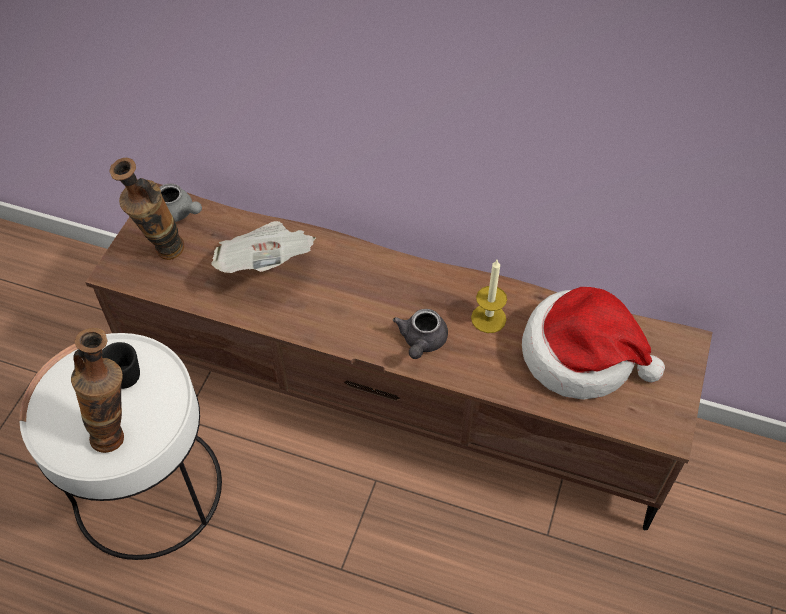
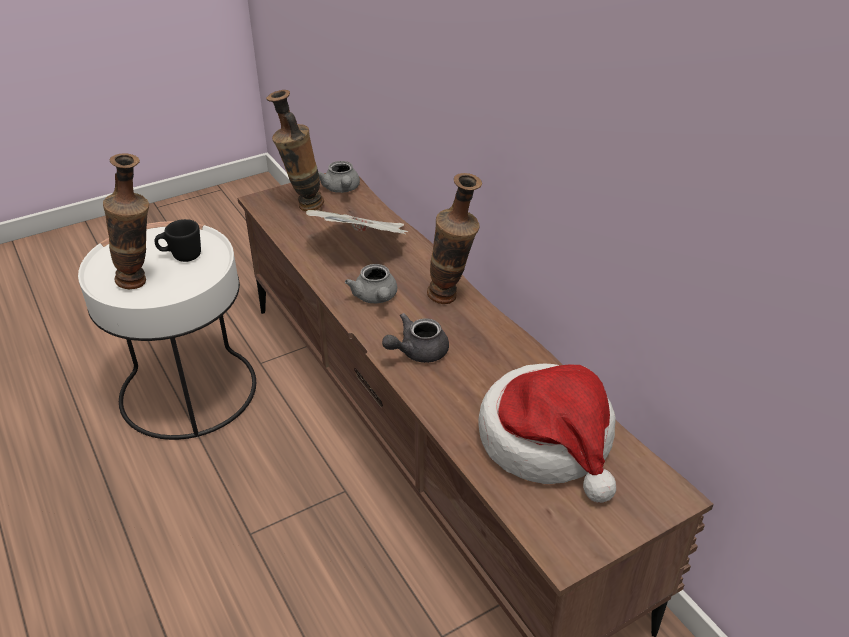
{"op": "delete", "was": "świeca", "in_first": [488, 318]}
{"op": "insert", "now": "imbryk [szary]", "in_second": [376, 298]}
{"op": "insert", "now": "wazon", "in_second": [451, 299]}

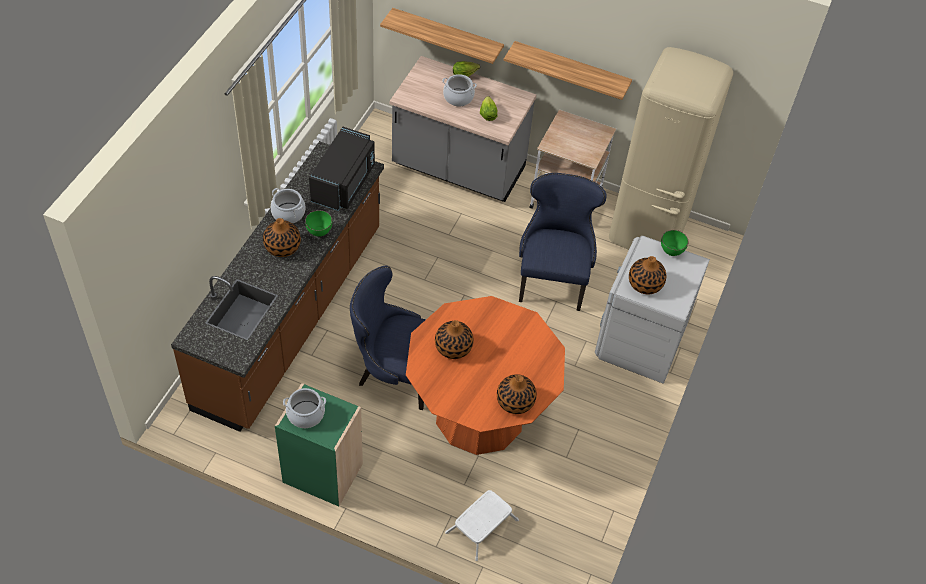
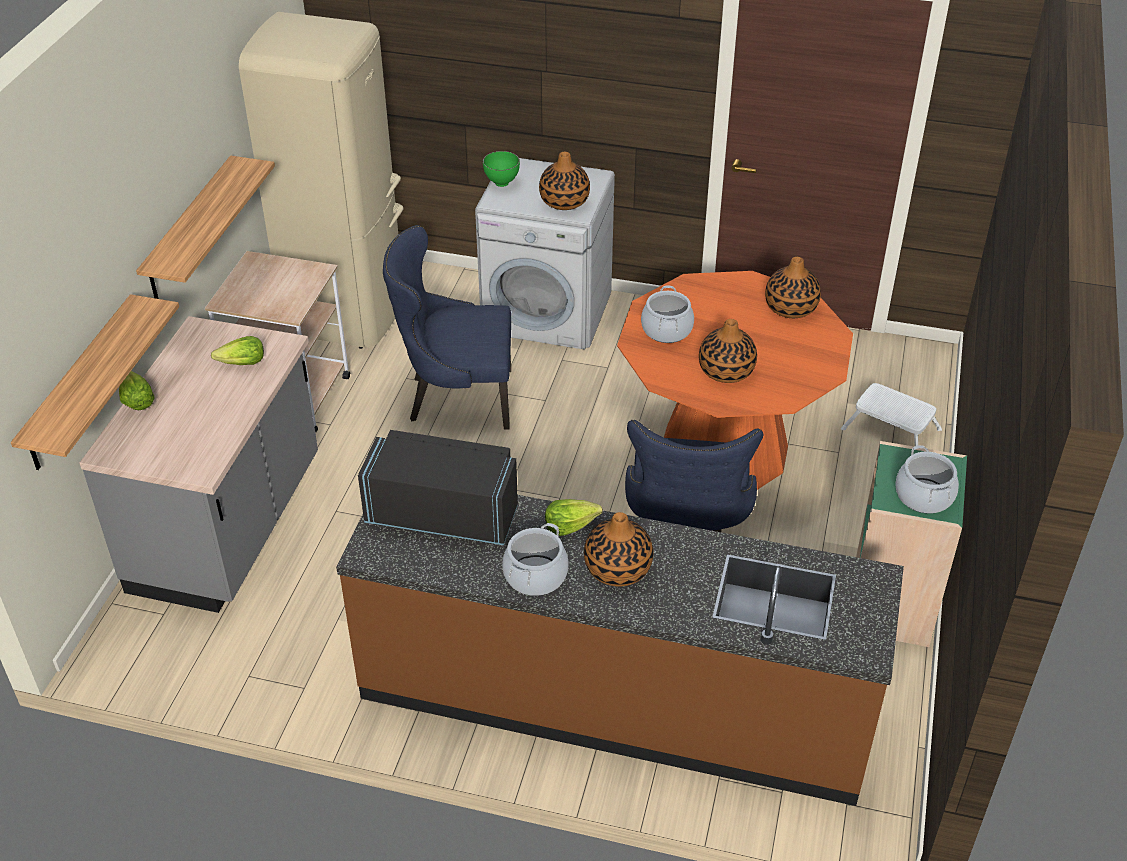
{"op": "move", "was": "garnek", "in_first": [458, 98], "in_second": [667, 330]}
{"op": "replace", "was": "miska [zielony]", "now": "sałata", "in_first": [320, 232], "in_second": [570, 525]}

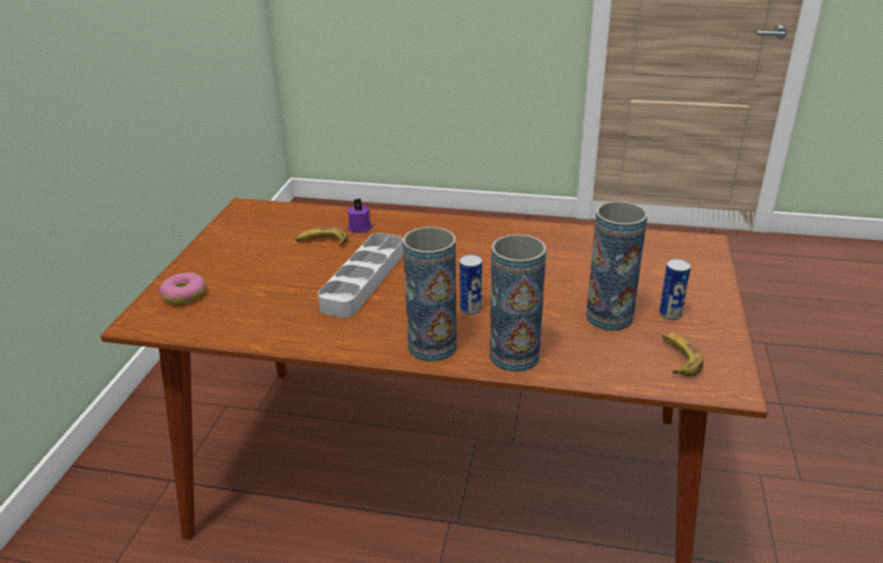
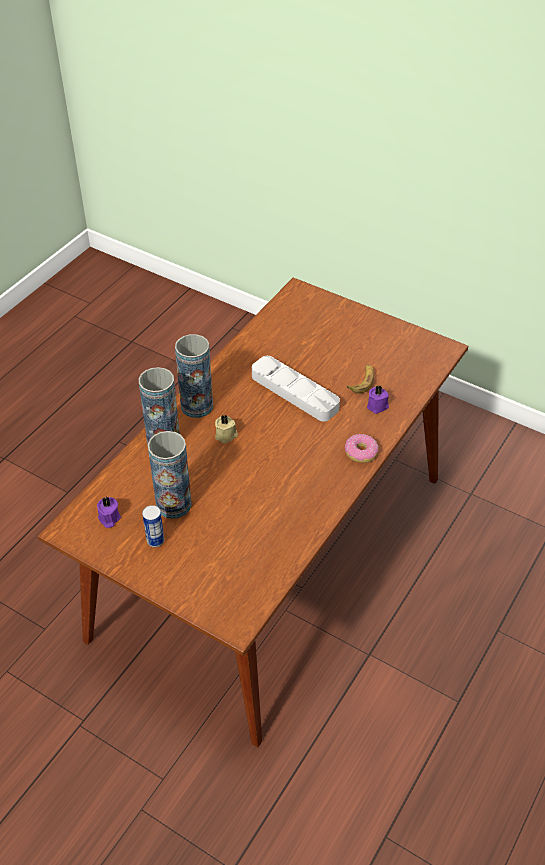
{"op": "move", "was": "donut", "in_first": [184, 295], "in_second": [361, 452]}
{"op": "replace", "was": "puszka", "now": "świeca [beżowy]", "in_first": [470, 309], "in_second": [226, 435]}
{"op": "replace", "was": "banan", "now": "świeca [fioletowy]", "in_first": [678, 358], "in_second": [109, 518]}

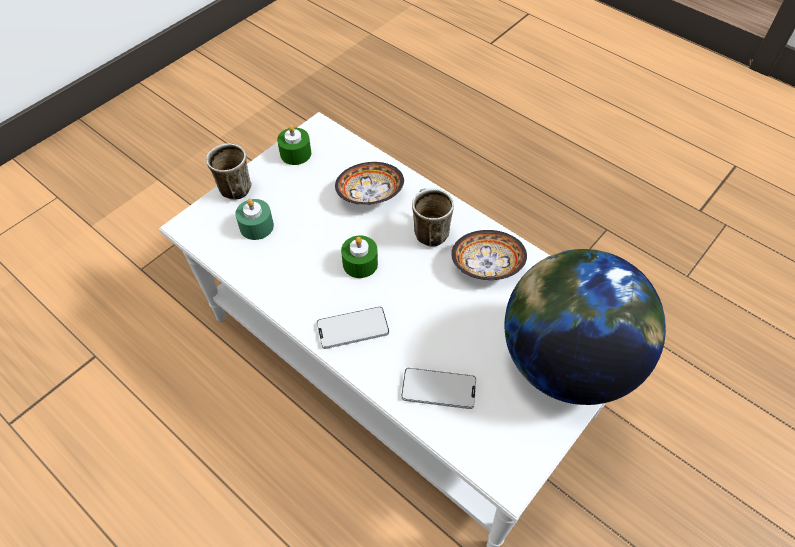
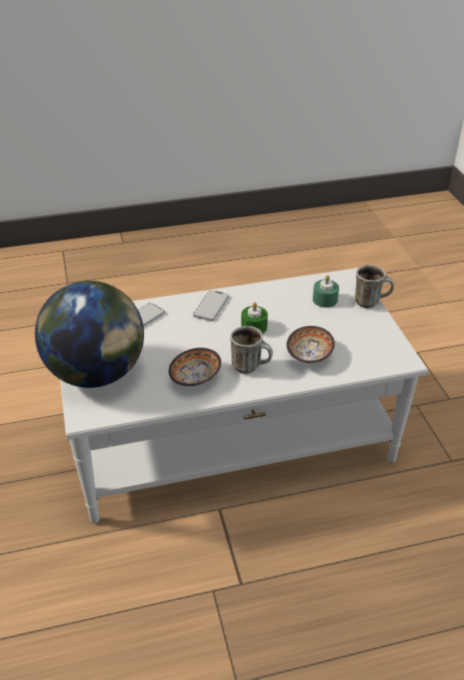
{"op": "delete", "was": "świeca [zielony]", "in_first": [295, 153]}

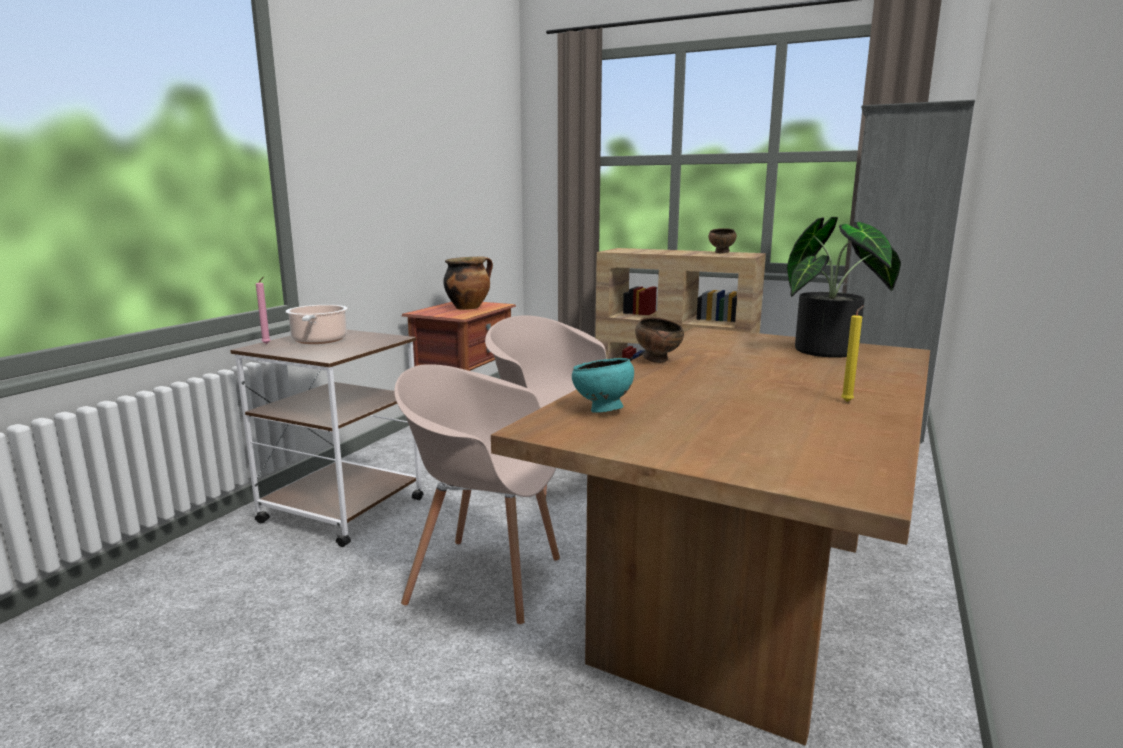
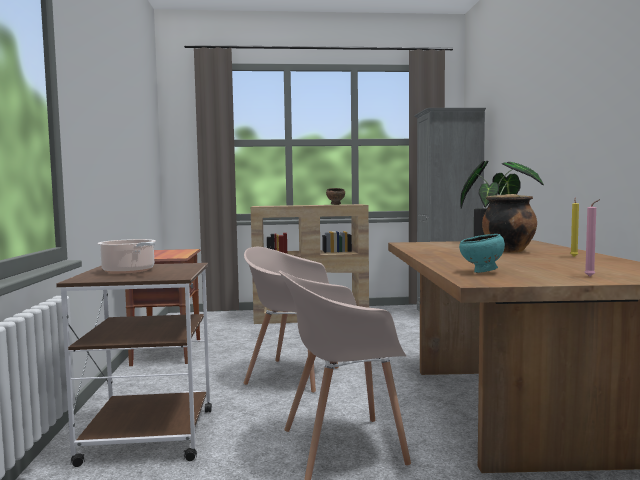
{"op": "delete", "was": "miska [brązowy]", "in_first": [658, 361]}
{"op": "move", "was": "świeca [różowy]", "in_first": [267, 344], "in_second": [591, 276]}
{"op": "move", "was": "garnek", "in_first": [468, 307], "in_second": [508, 251]}

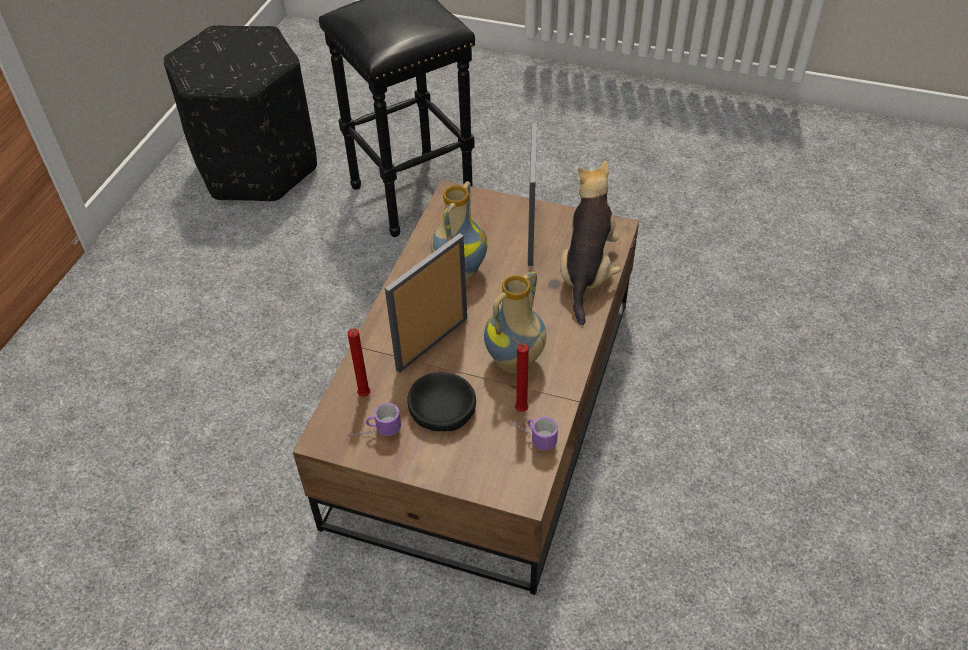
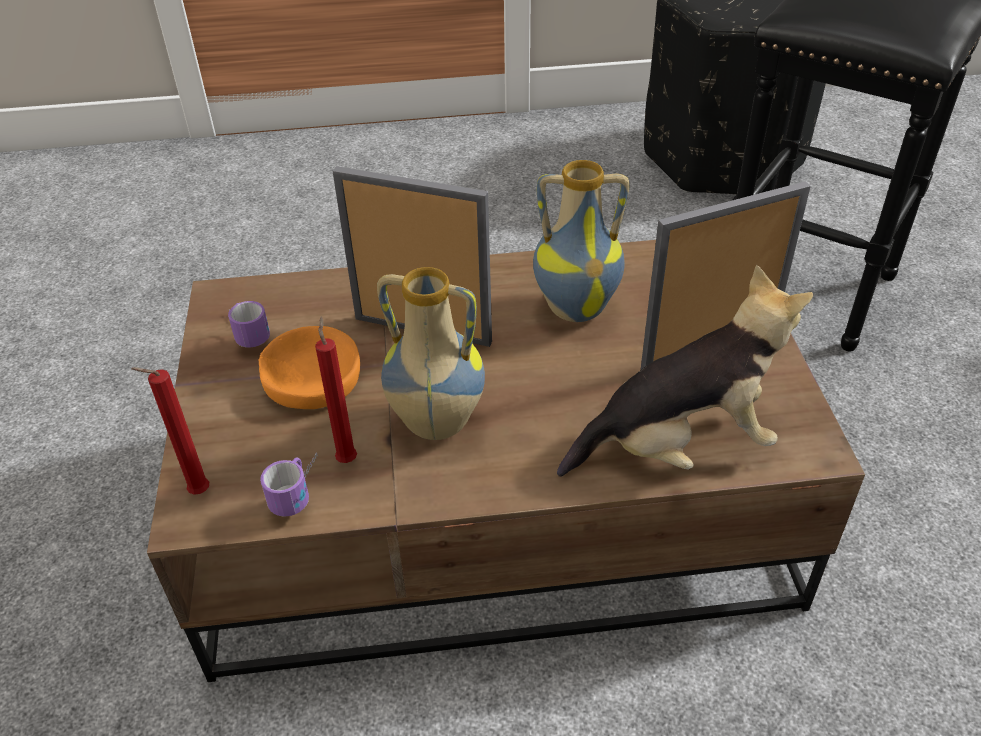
{"op": "move", "was": "świeca [czerwony]", "in_first": [364, 396], "in_second": [196, 493]}
{"op": "recolor", "was": "miska [czarny]", "now": "miska [pomarańczowy]", "in_first": [442, 408], "in_second": [312, 379]}

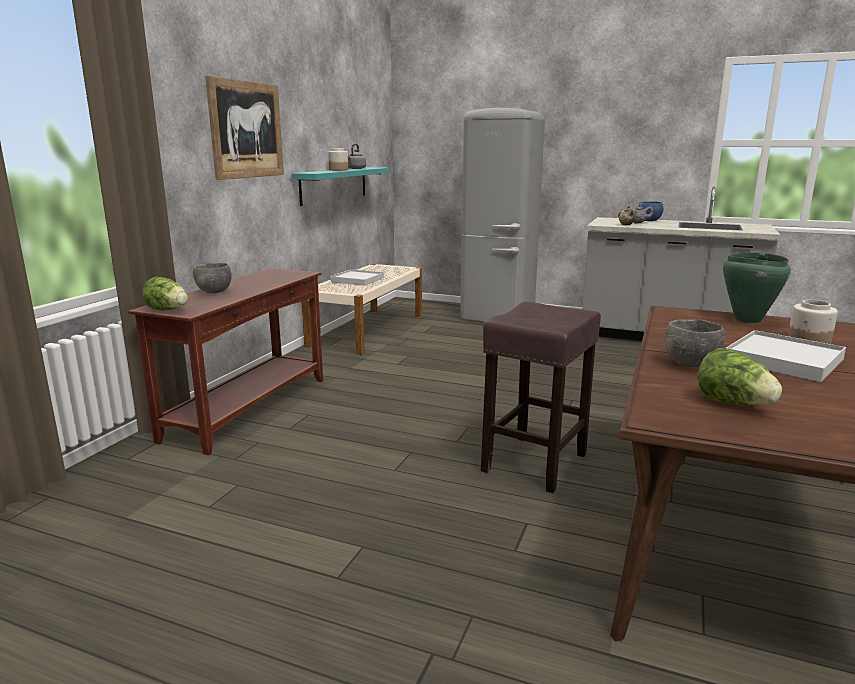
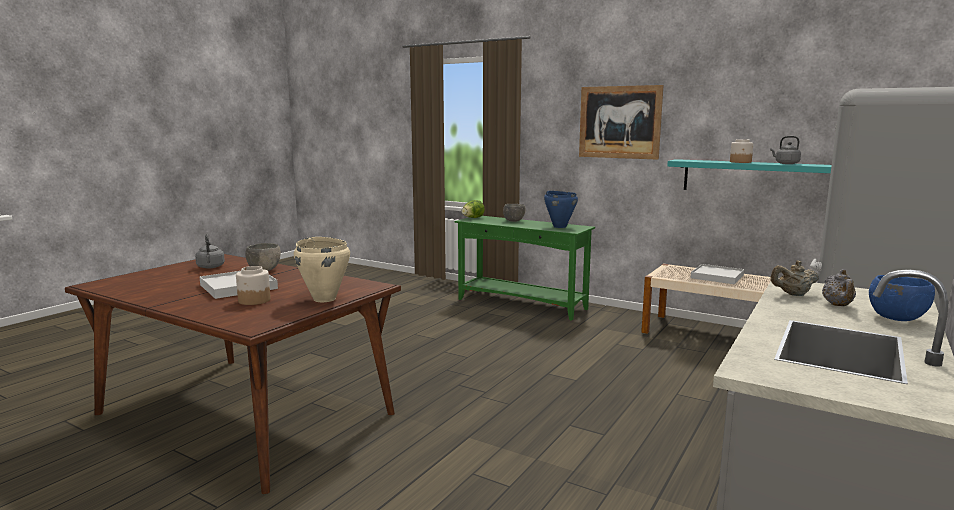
{"op": "delete", "was": "stołek [brązowy]", "in_first": [535, 462]}
{"op": "insert", "now": "garnek [niebieski]", "in_second": [559, 226]}
{"op": "replace", "was": "sałata", "now": "czajnik [szary]", "in_first": [733, 404], "in_second": [210, 267]}
{"op": "recolor", "was": "stolik konsolowy [brązowy]", "now": "stolik konsolowy [zielony]", "in_first": [248, 408], "in_second": [522, 304]}
{"op": "recolor", "was": "garnek [zielony]", "now": "garnek [beżowy]", "in_first": [747, 320], "in_second": [324, 299]}

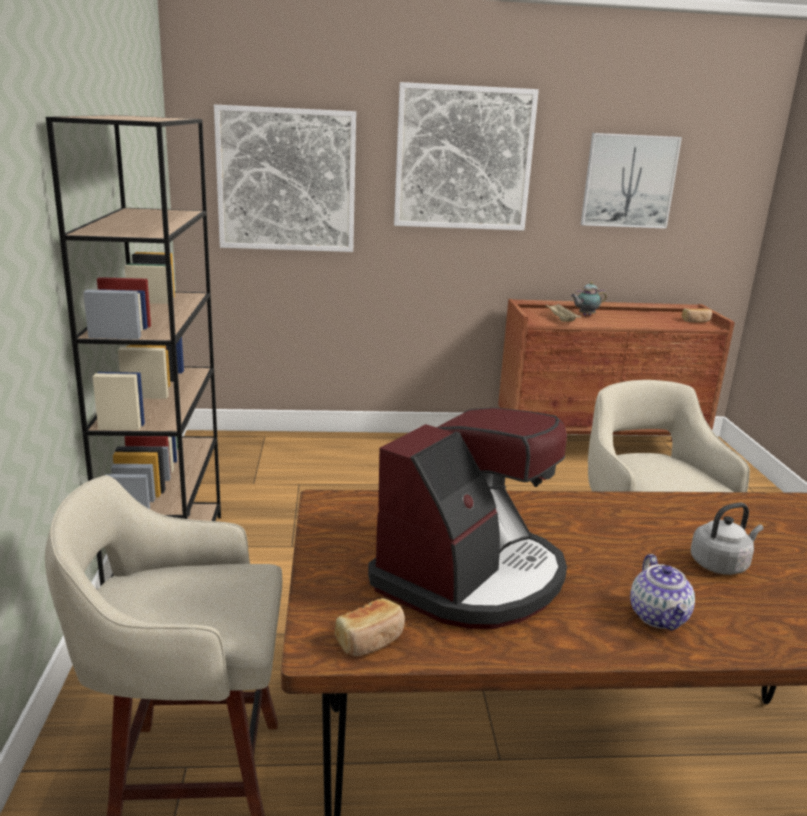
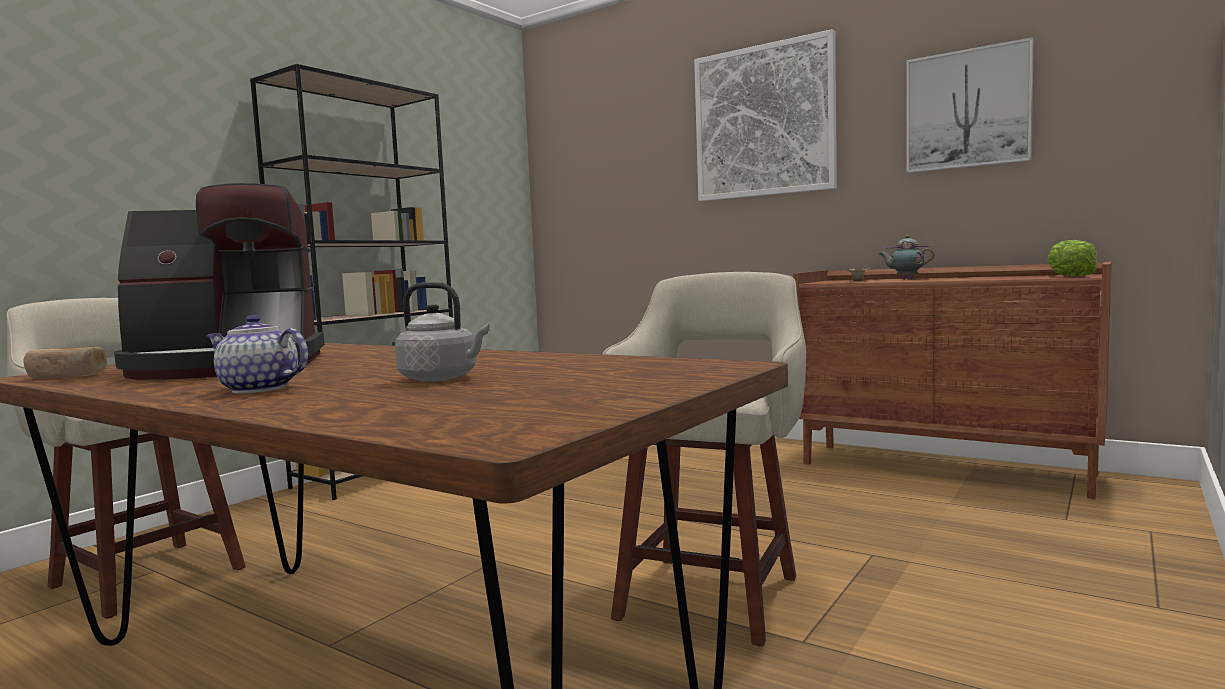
{"op": "delete", "was": "obraz", "in_first": [286, 180]}
{"op": "replace", "was": "chleb", "now": "sałata", "in_first": [696, 321], "in_second": [1070, 276]}
{"op": "rotate", "was": "imbryk", "in_first": [659, 617], "in_second": [258, 389], "clockwise": 75}

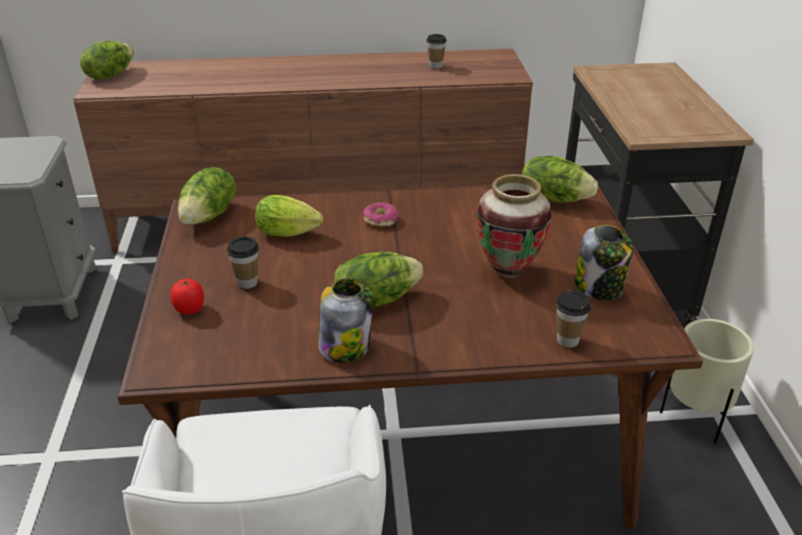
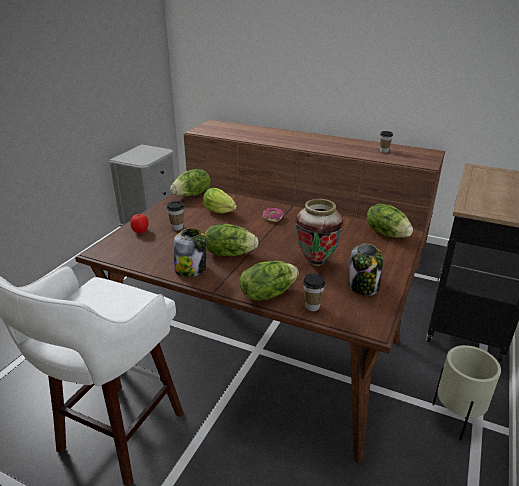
{"op": "move", "was": "sałata", "in_first": [110, 75], "in_second": [267, 293]}

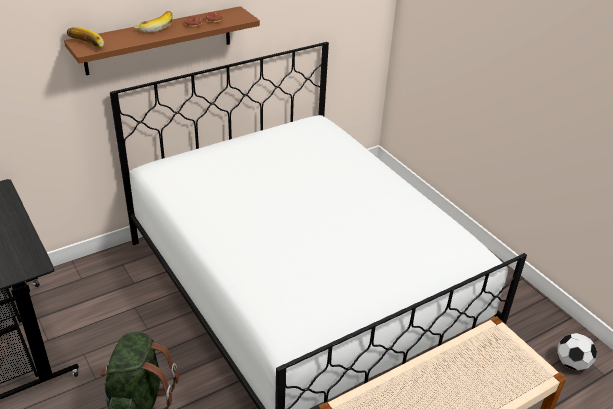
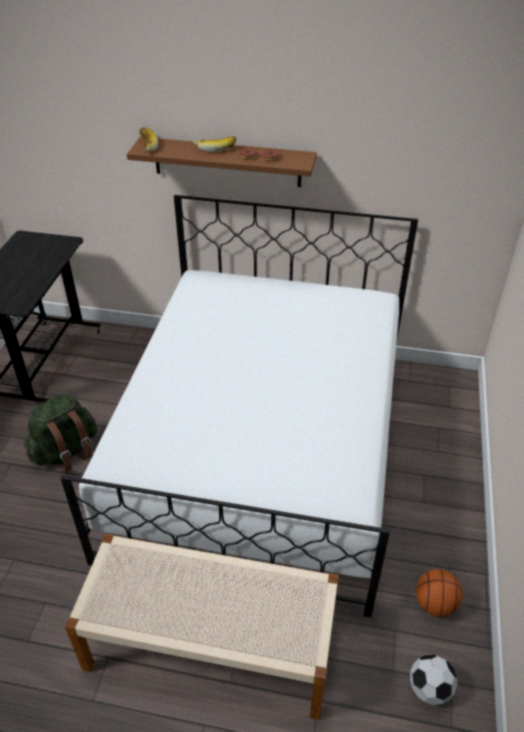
{"op": "insert", "now": "piłka do koszykówki", "in_second": [435, 604]}

